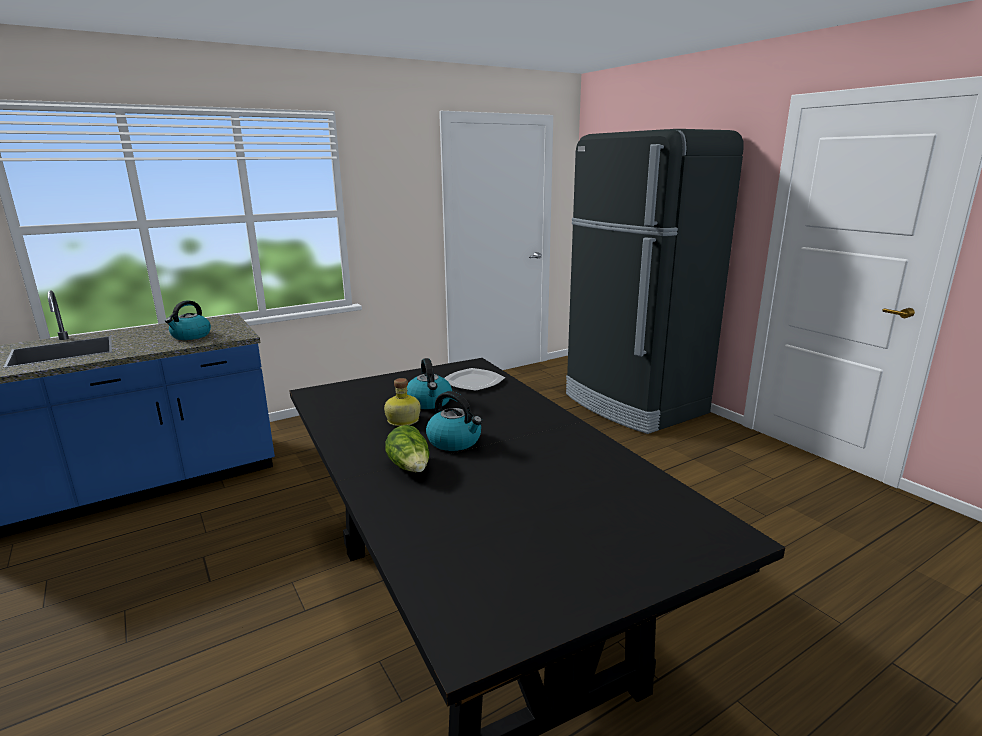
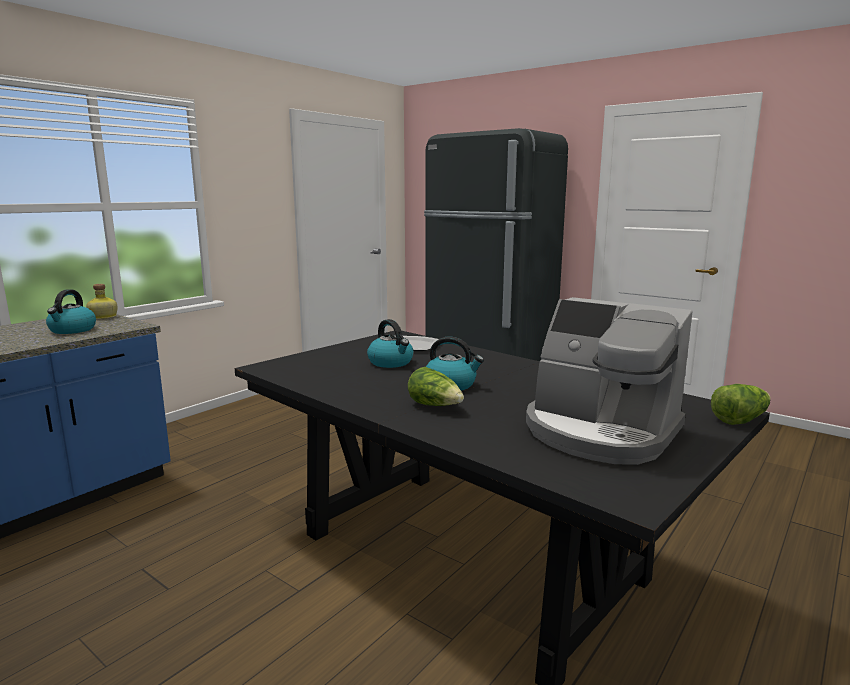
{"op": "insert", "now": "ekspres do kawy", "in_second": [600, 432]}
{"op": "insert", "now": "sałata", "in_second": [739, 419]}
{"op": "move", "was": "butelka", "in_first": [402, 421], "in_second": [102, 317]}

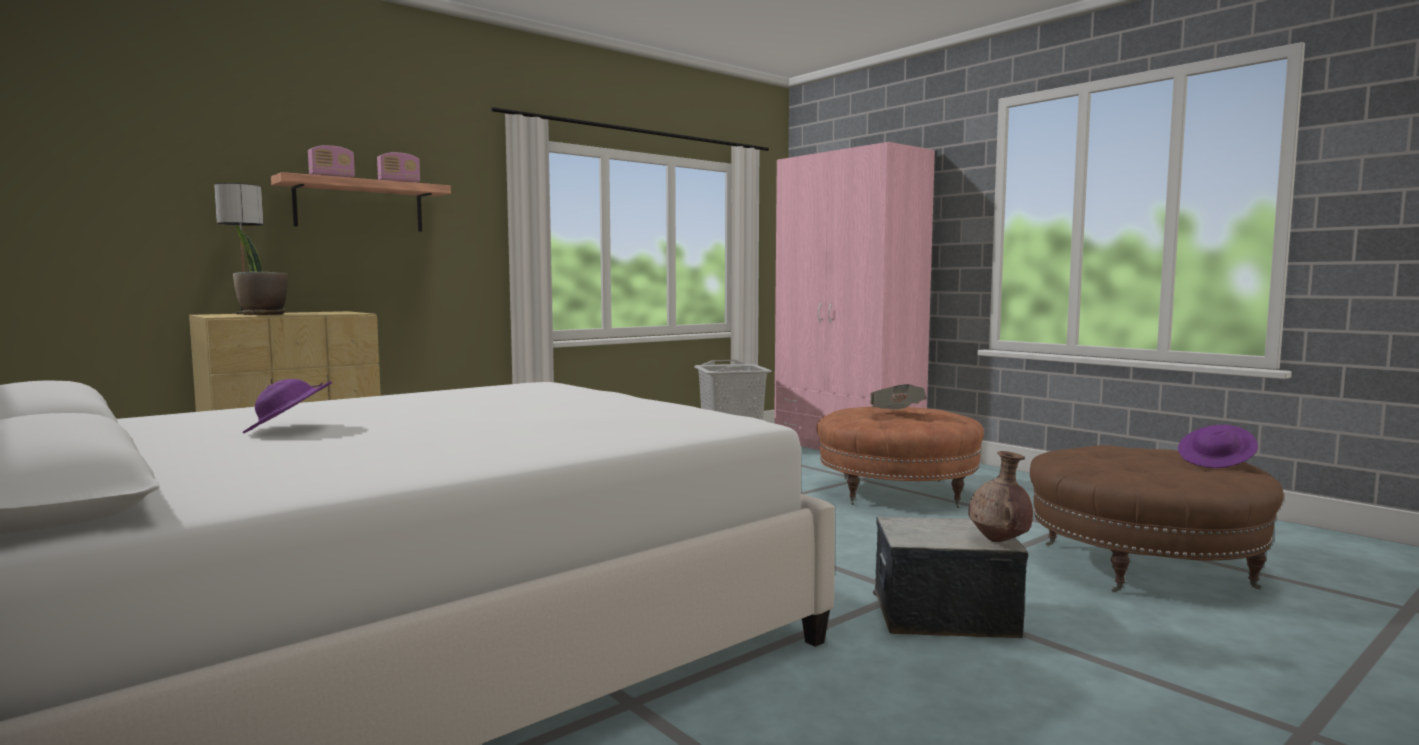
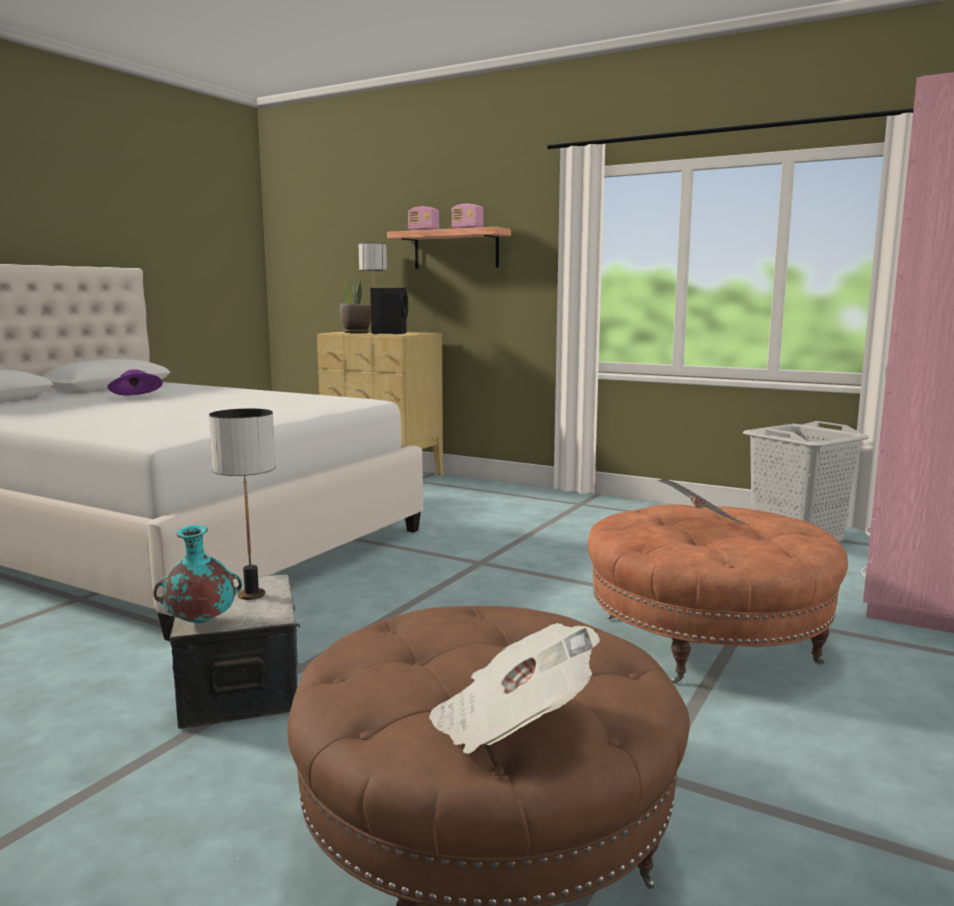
{"op": "insert", "now": "lampa stołowa", "in_second": [252, 595]}
{"op": "insert", "now": "głośnik [czarny]", "in_second": [390, 333]}
{"op": "replace", "was": "kapelusz [fioletowy]", "now": "gazeta", "in_first": [1216, 462], "in_second": [511, 724]}
{"op": "recolor", "was": "wazon [brązowy]", "now": "wazon [turkusowy]", "in_first": [999, 541], "in_second": [200, 623]}

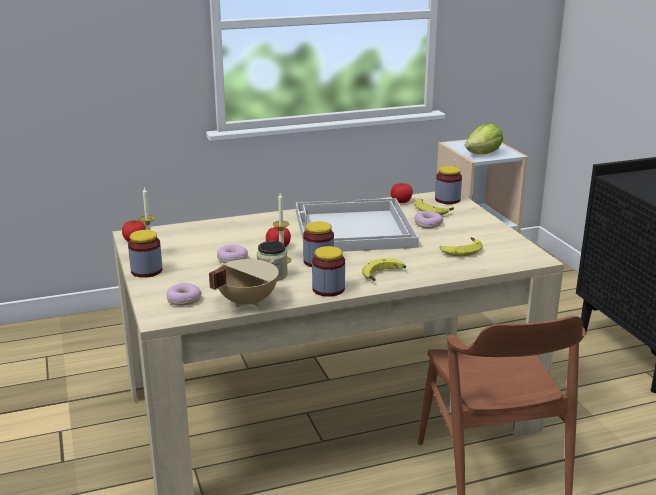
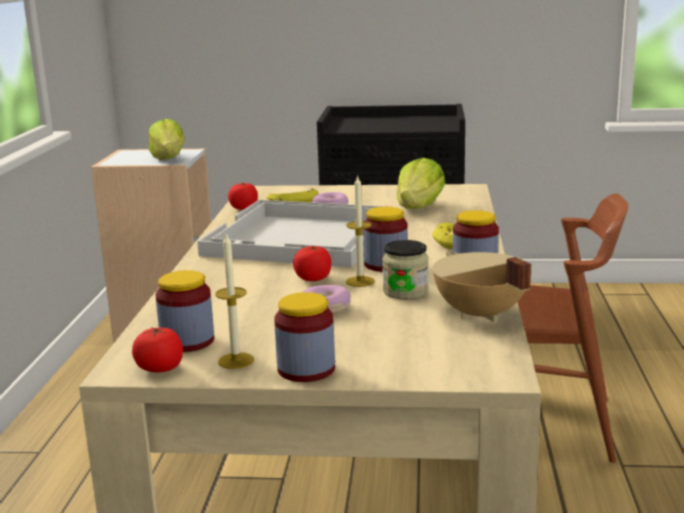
{"op": "delete", "was": "donut", "in_first": [183, 300]}
{"op": "move", "was": "słoik", "in_first": [447, 200], "in_second": [187, 341]}
{"op": "replace", "was": "banan", "now": "sałata", "in_first": [460, 250], "in_second": [419, 207]}

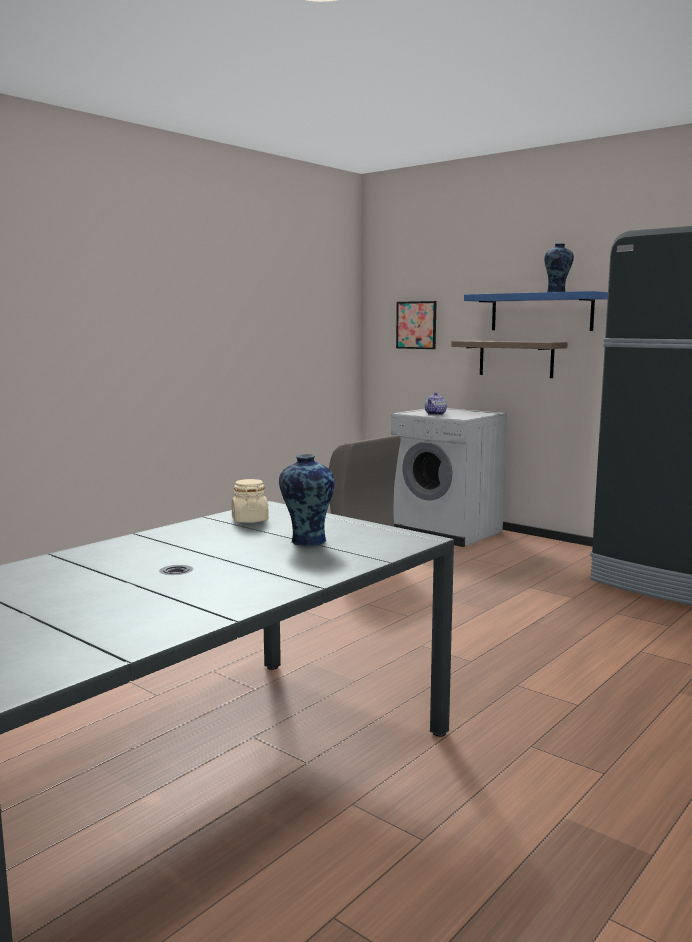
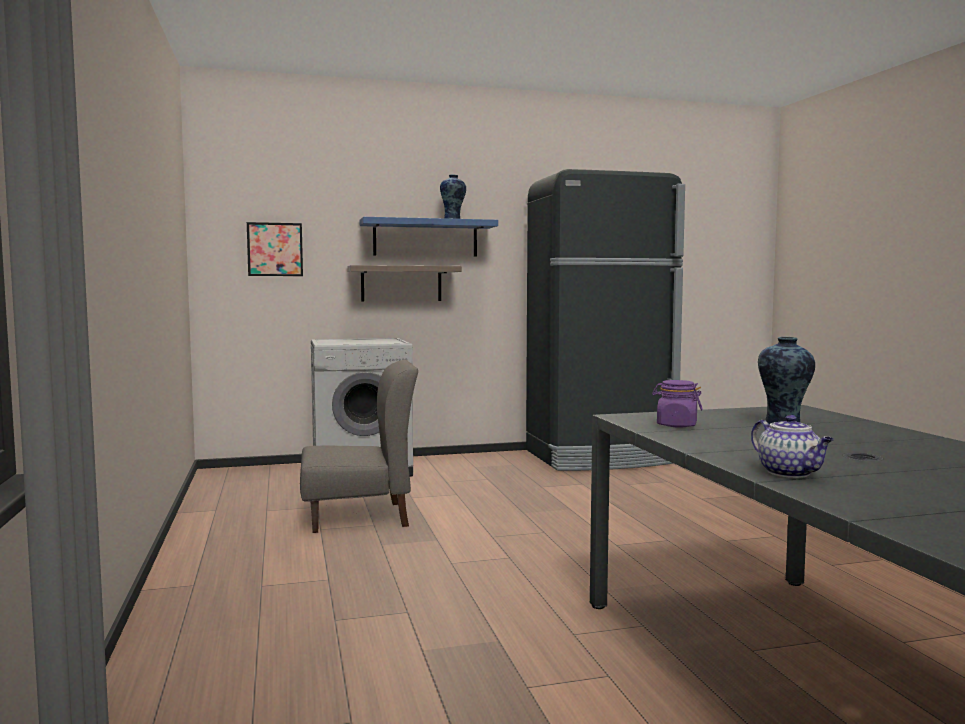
{"op": "move", "was": "imbryk", "in_first": [435, 414], "in_second": [790, 473]}
{"op": "recolor", "was": "słoik [beżowy]", "now": "słoik [fioletowy]", "in_first": [249, 520], "in_second": [676, 425]}

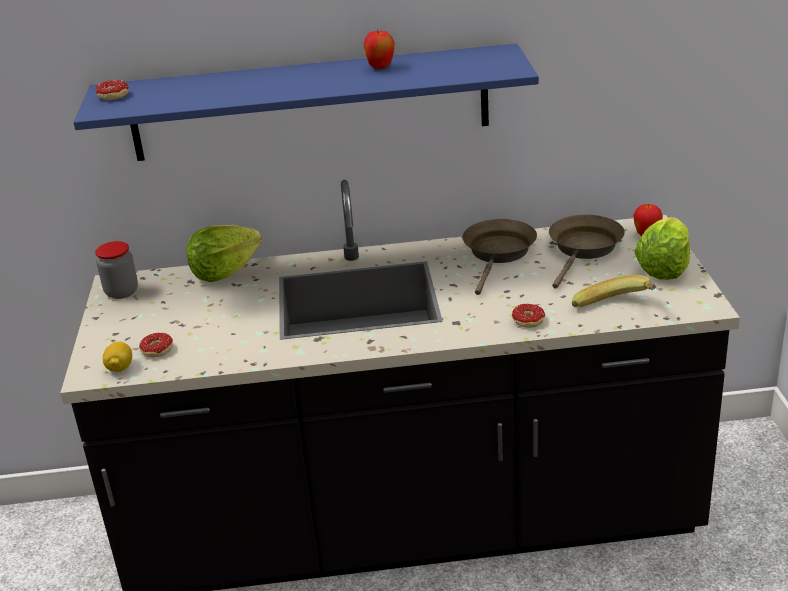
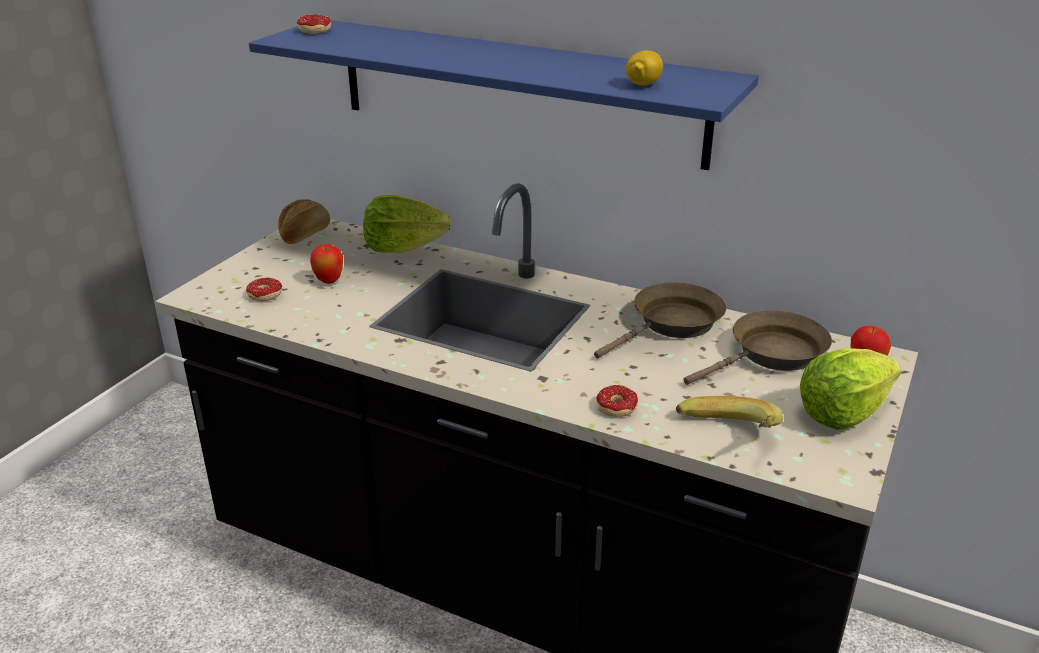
{"op": "move", "was": "cytryna", "in_first": [120, 368], "in_second": [643, 84]}
{"op": "move", "was": "jabłko", "in_first": [380, 68], "in_second": [329, 281]}
{"op": "replace", "was": "słoik", "now": "chleb", "in_first": [121, 292], "in_second": [304, 235]}

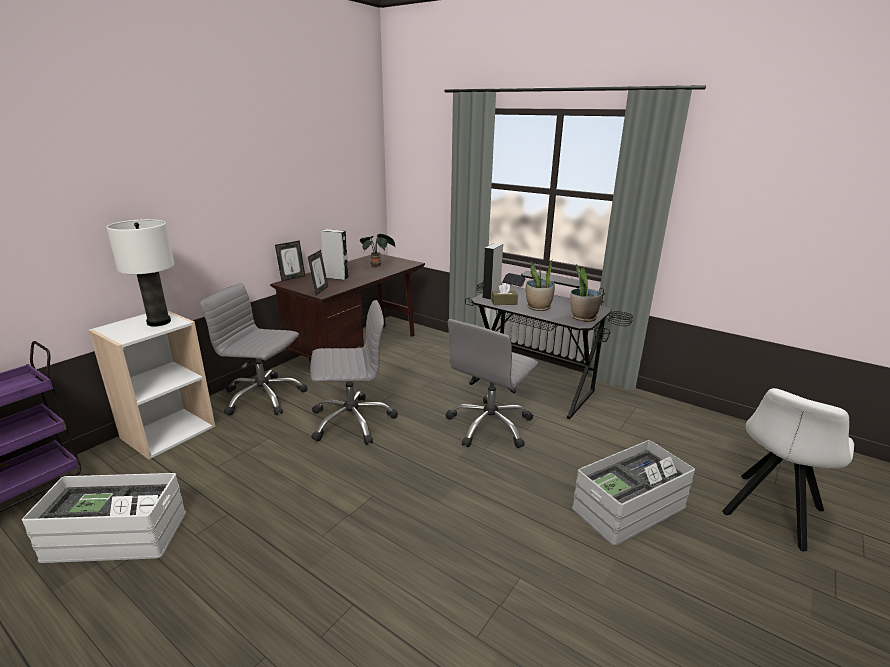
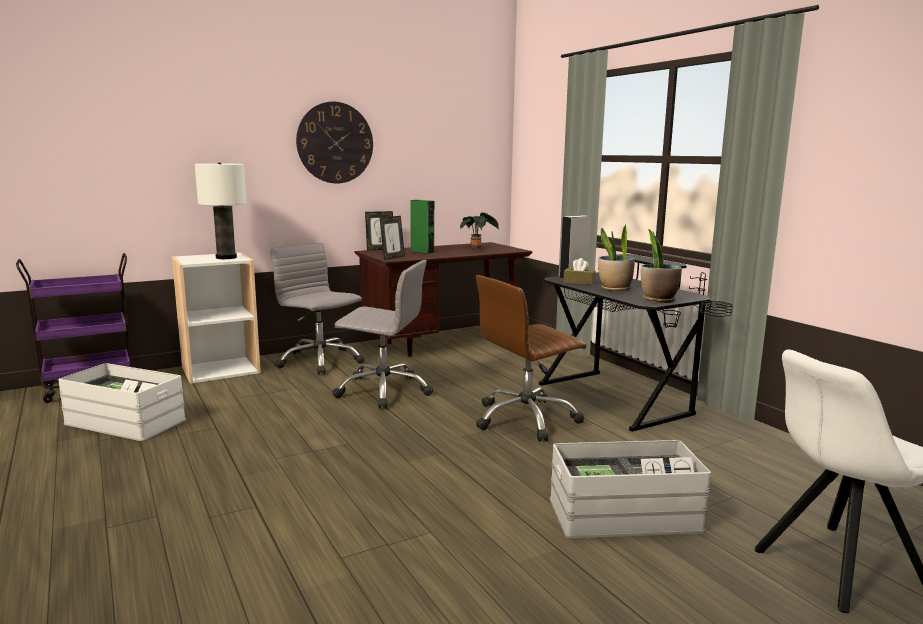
{"op": "insert", "now": "zegar ścienny", "in_second": [335, 143]}
{"op": "recolor", "was": "głośnik [szary]", "now": "głośnik [zielony]", "in_first": [336, 277], "in_second": [422, 252]}
{"op": "recolor", "was": "krzesło biurowe [szary]", "now": "krzesło biurowe [brązowy]", "in_first": [489, 426], "in_second": [525, 419]}

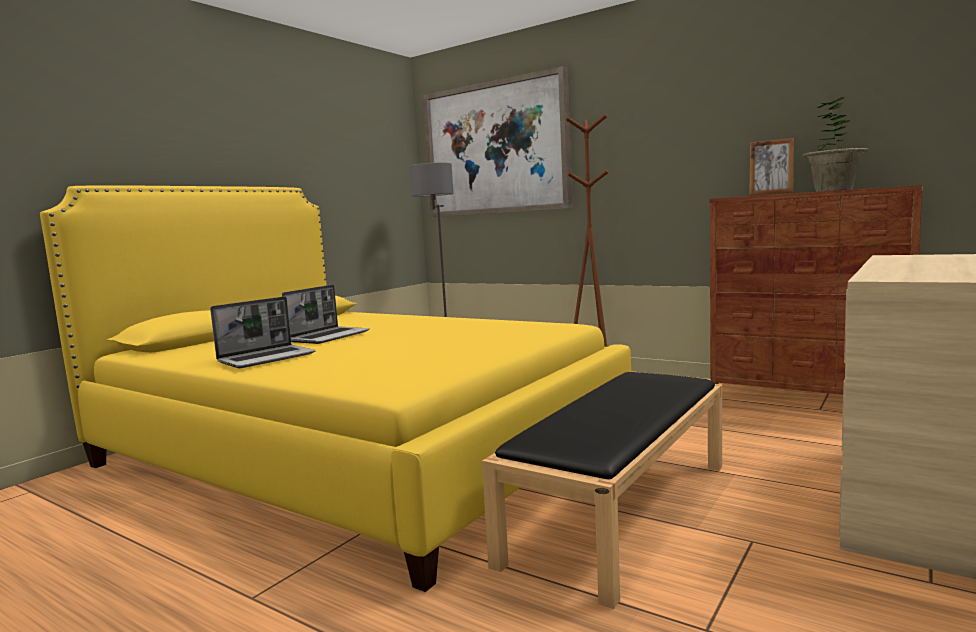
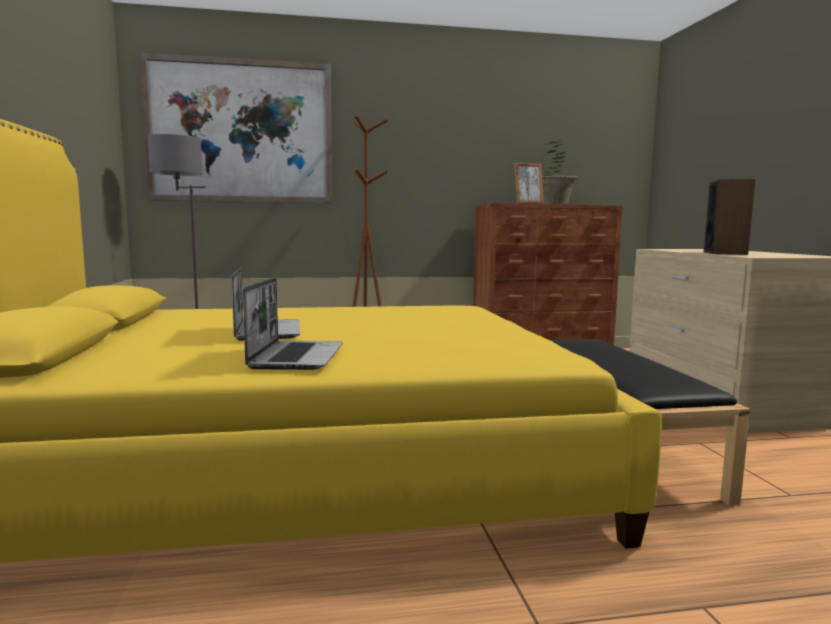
{"op": "insert", "now": "głośnik", "in_second": [725, 253]}

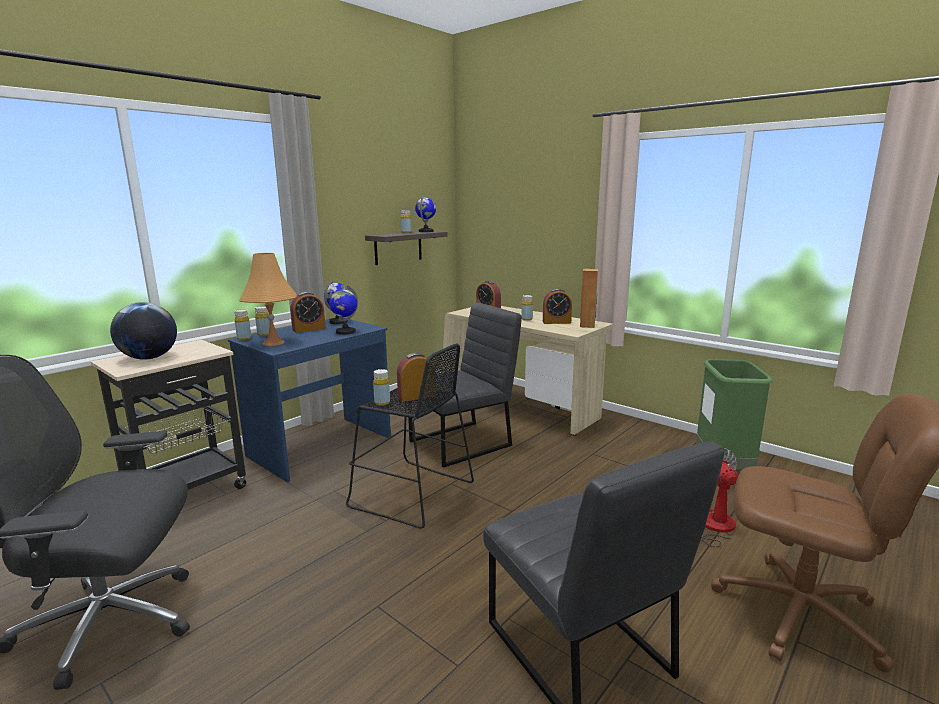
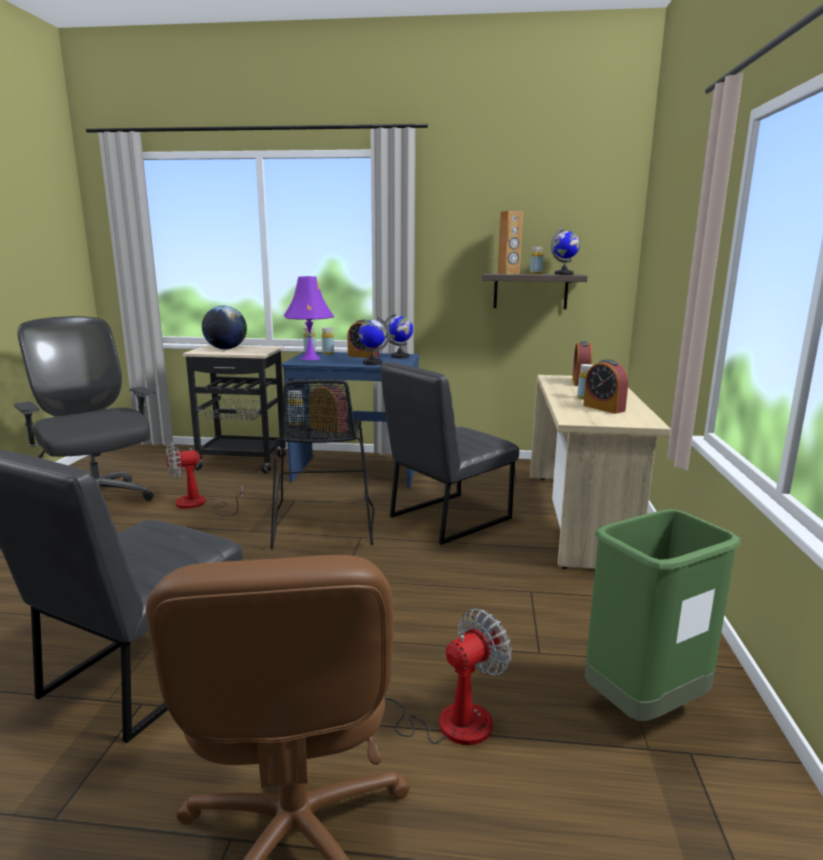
{"op": "insert", "now": "wentylator", "in_second": [199, 505]}
{"op": "move", "was": "głośnik [brązowy]", "in_first": [587, 325], "in_second": [508, 273]}
{"op": "recolor", "was": "lampa stołowa [pomarańczowy]", "now": "lampa stołowa [fioletowy]", "in_first": [273, 343], "in_second": [310, 358]}
{"op": "rotate", "was": "krzesło [szary]", "in_first": [463, 443], "in_second": [447, 518], "clockwise": 120}

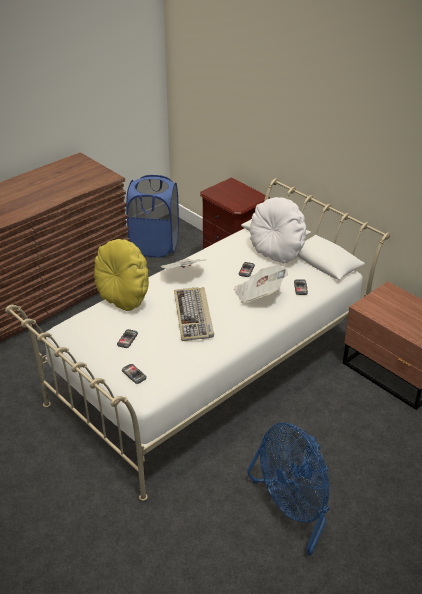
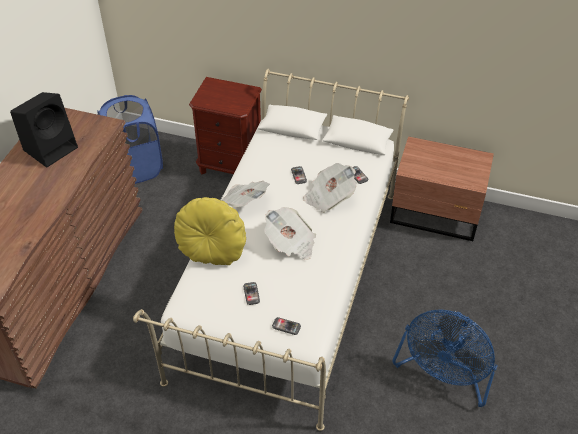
{"op": "delete", "was": "poduszka [biały]", "in_first": [276, 254]}
{"op": "insert", "now": "głośnik [czarny]", "in_second": [51, 148]}
{"op": "replace", "was": "klawiatura", "now": "gazeta", "in_first": [194, 316], "in_second": [291, 243]}

